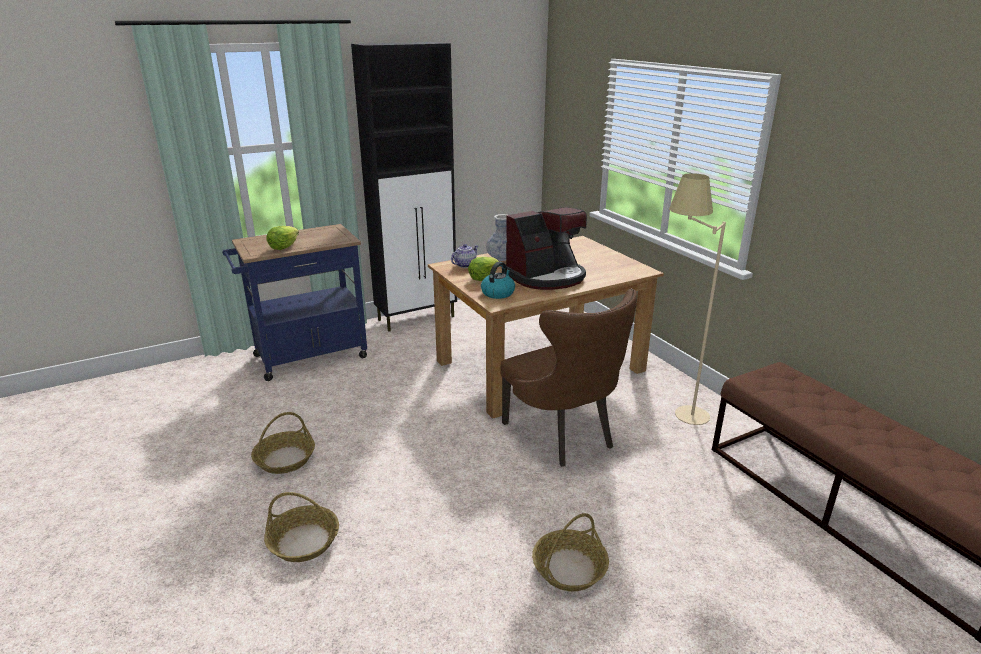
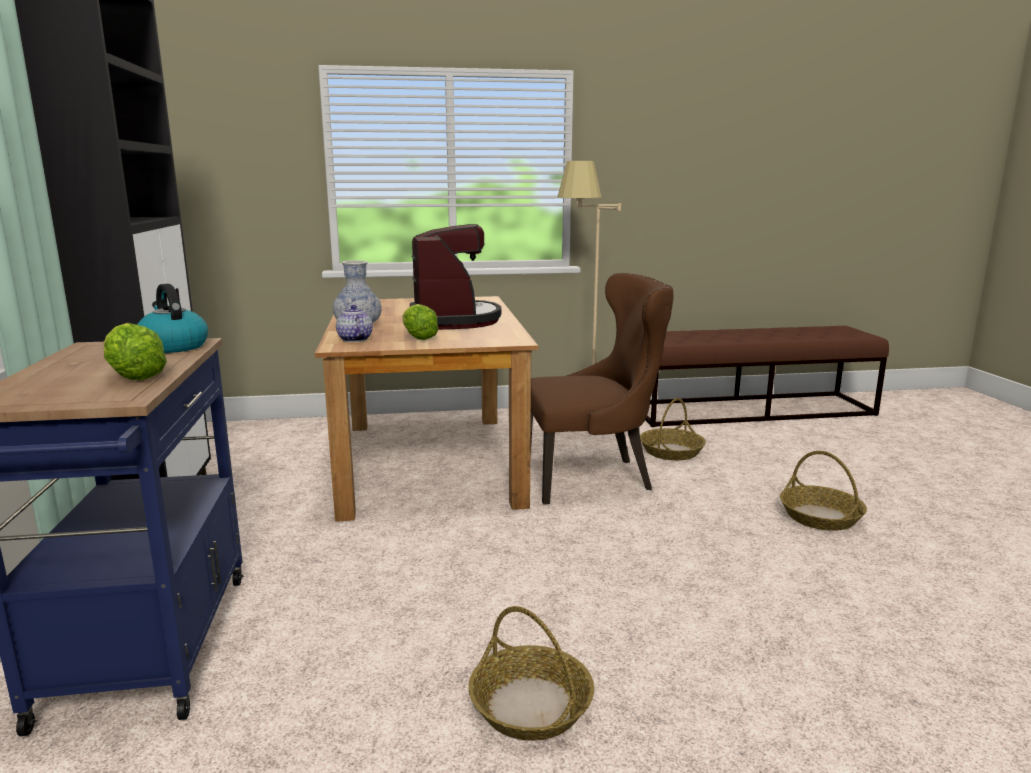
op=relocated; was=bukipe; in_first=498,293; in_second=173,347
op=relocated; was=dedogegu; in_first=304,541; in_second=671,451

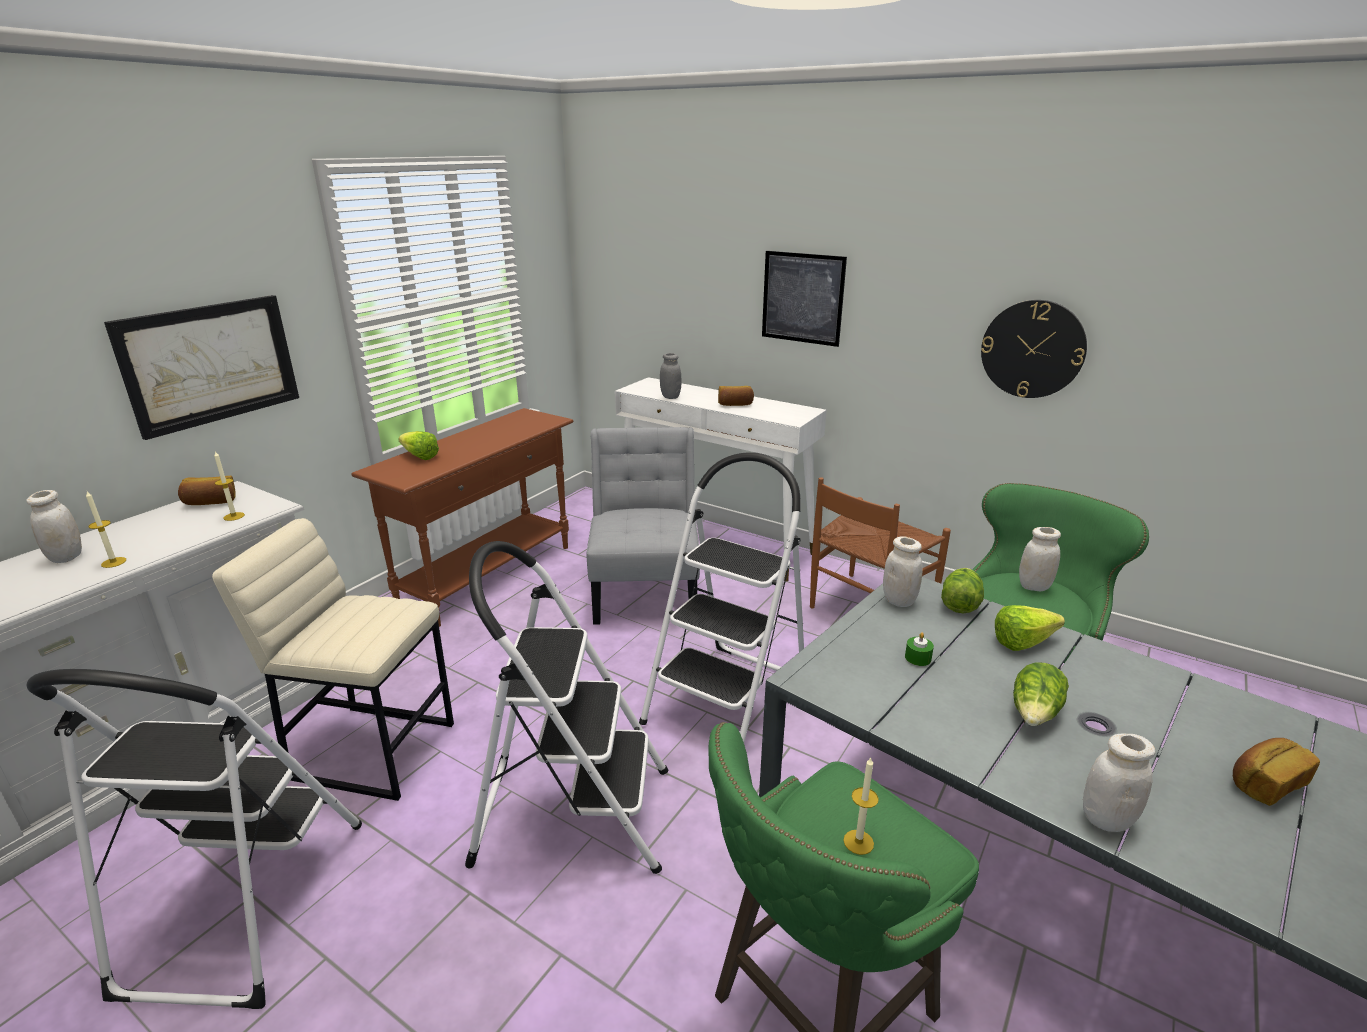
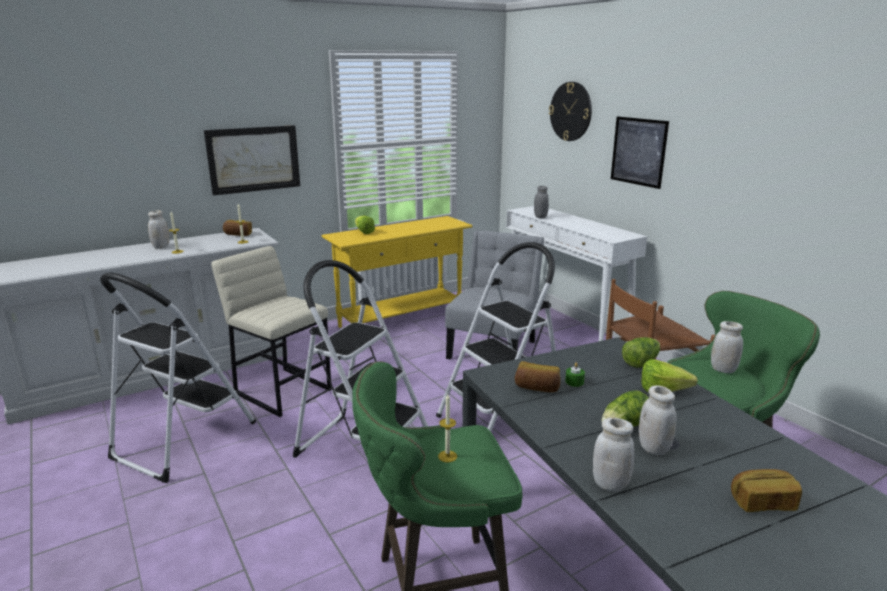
op=relocated; was=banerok; in_first=1032,349; in_second=571,111
op=relocated; was=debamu; in_first=735,404; in_second=537,388
op=colour; was=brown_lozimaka; now=yellow_lozimaka; in_first=488,576; in_second=401,320
op=relocated; was=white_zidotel; in_first=899,601; in_second=653,448

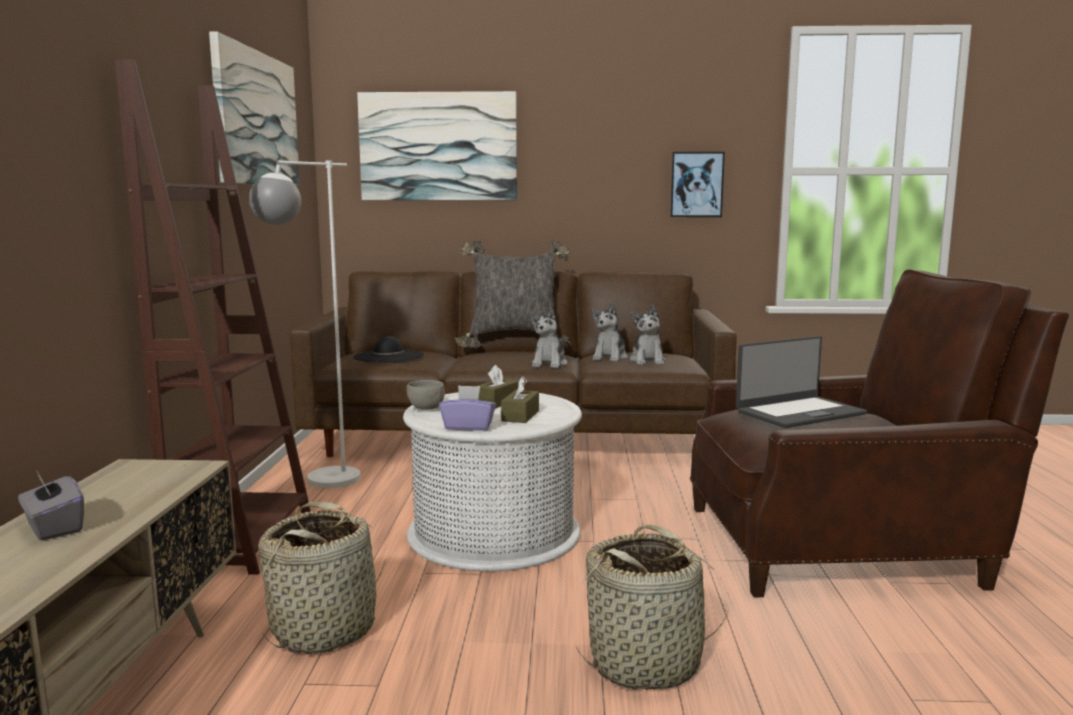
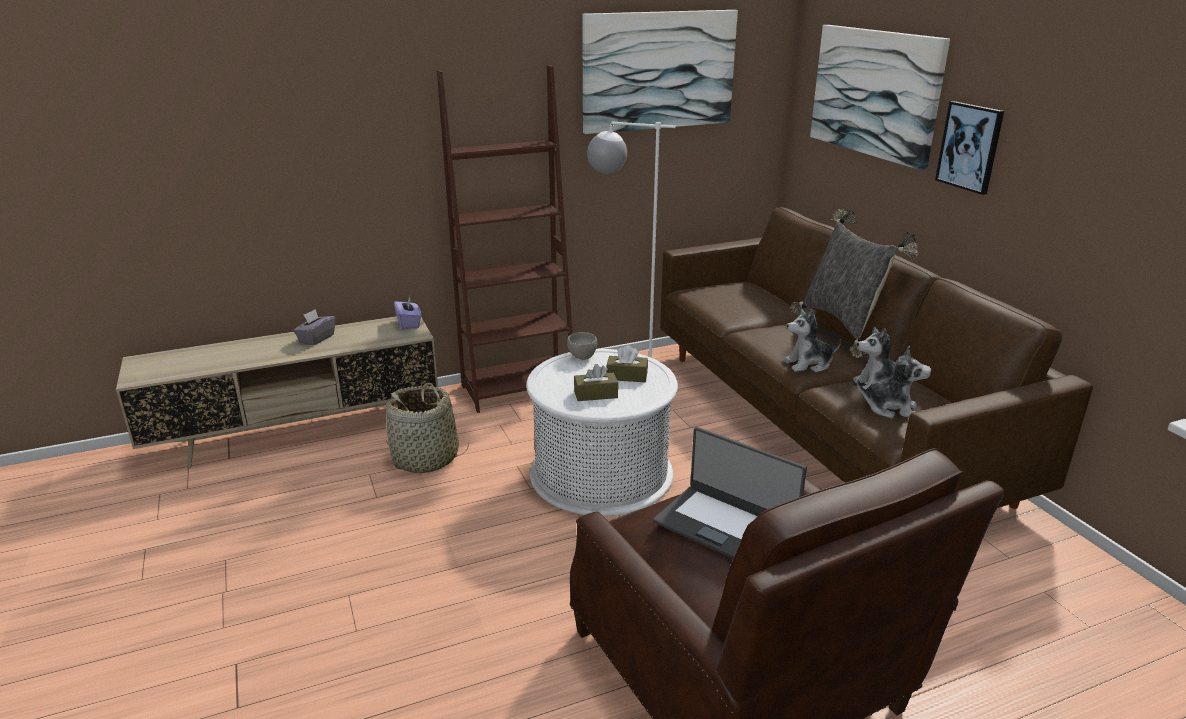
op=relocated; was=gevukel; in_first=696,184; in_second=970,147
op=spun; was=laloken; in_first=647,361; in_second=890,408; clockwise=-135
op=missing; was=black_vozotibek; in_first=389,356
op=relocated; was=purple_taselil; in_first=468,426; in_second=409,324
op=missing; was=dedogegu; in_first=646,663

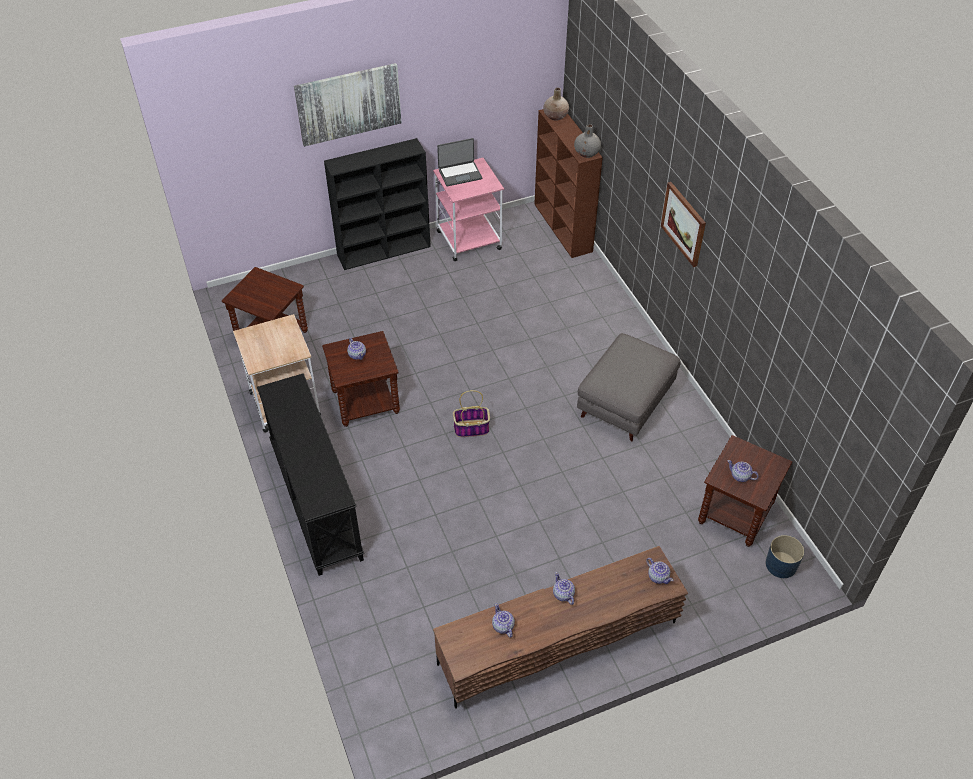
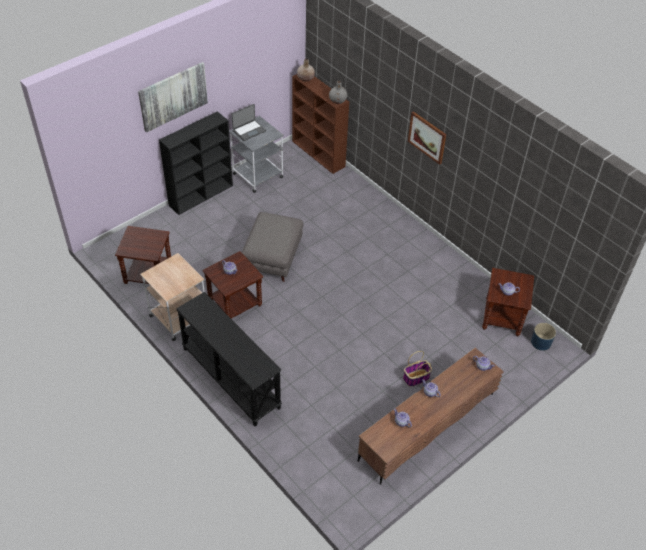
op=colour; was=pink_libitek; now=grey_libitek; in_first=470,240; in_second=258,175
op=relocated; was=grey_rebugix; in_first=625,403; in_second=273,258
op=relocated; was=dedogegu; in_first=471,429; in_second=416,378

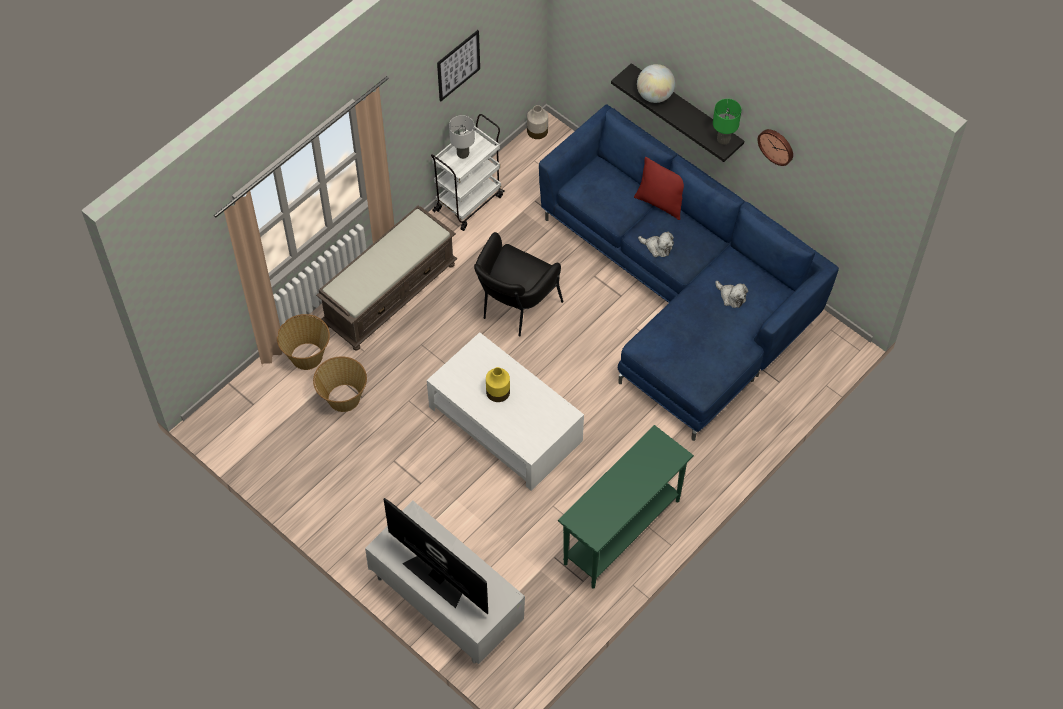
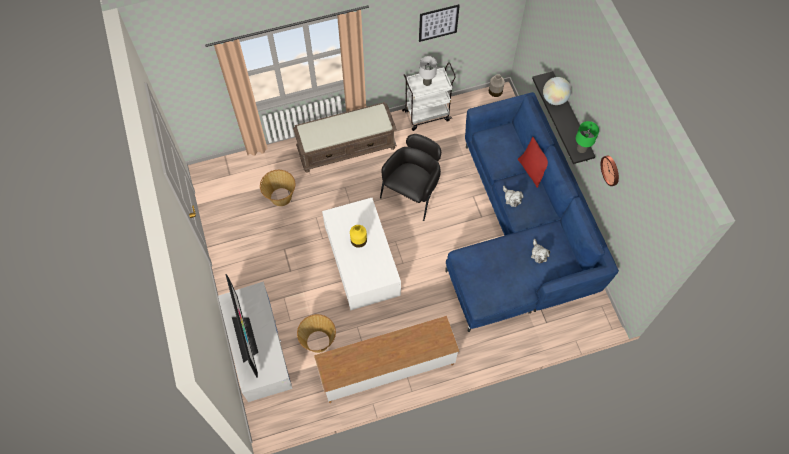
op=spun; was=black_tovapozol; in_first=514,309; in_second=412,193; clockwise=150
op=relocated; was=dedogegu; in_first=307,355; in_second=318,341
op=exchanged; was=green_lozimaka; now=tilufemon; in_first=622,533; in_second=387,367

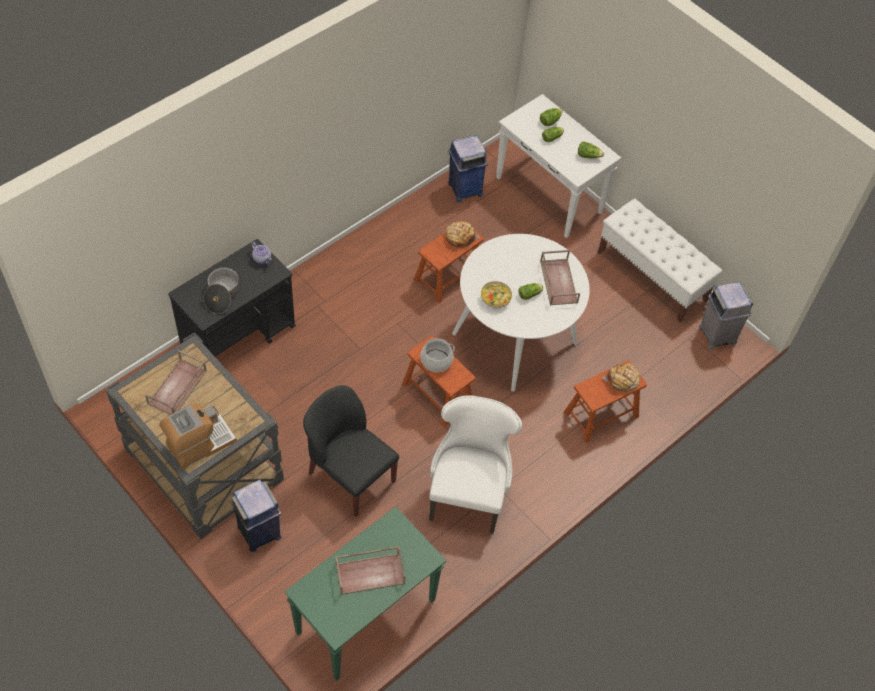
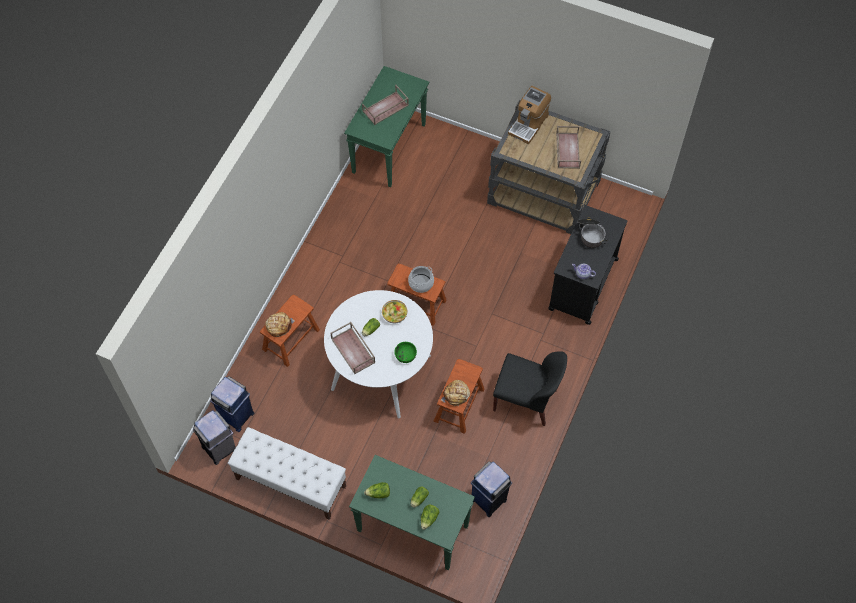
op=colour; was=white_lozimaka; now=green_lozimaka; in_first=549,196; in_second=411,528
op=relocated; was=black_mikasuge; in_first=350,476; in_second=526,400
op=missing; was=white_mikasuge; in_first=468,493
op=relocated; was=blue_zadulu; in_first=259,533; in_second=236,415
op=appeared; now=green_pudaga; in_second=405,355

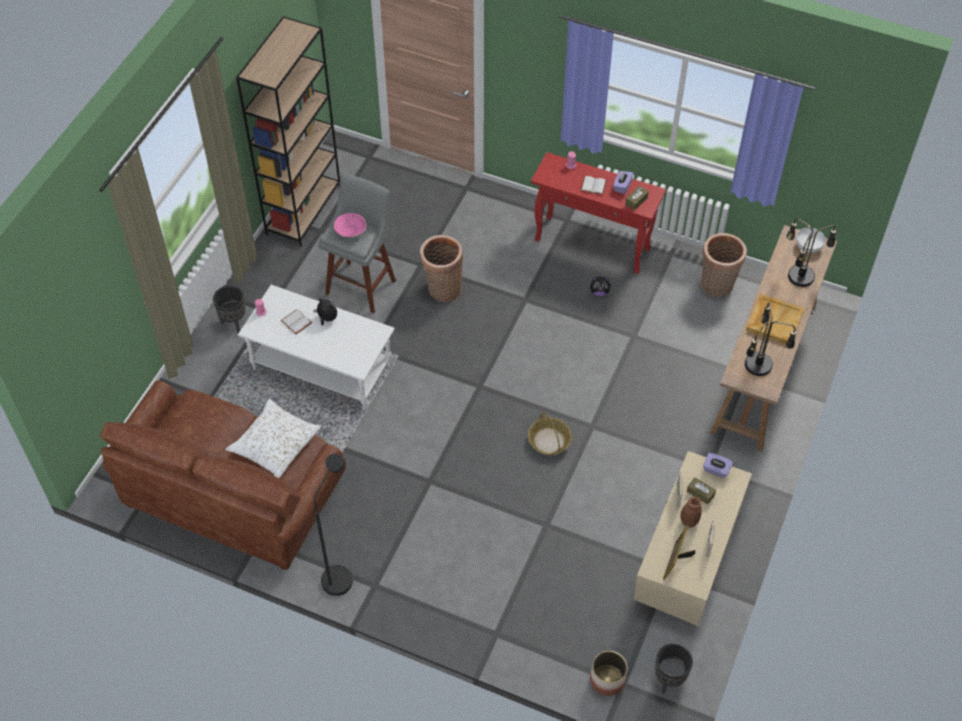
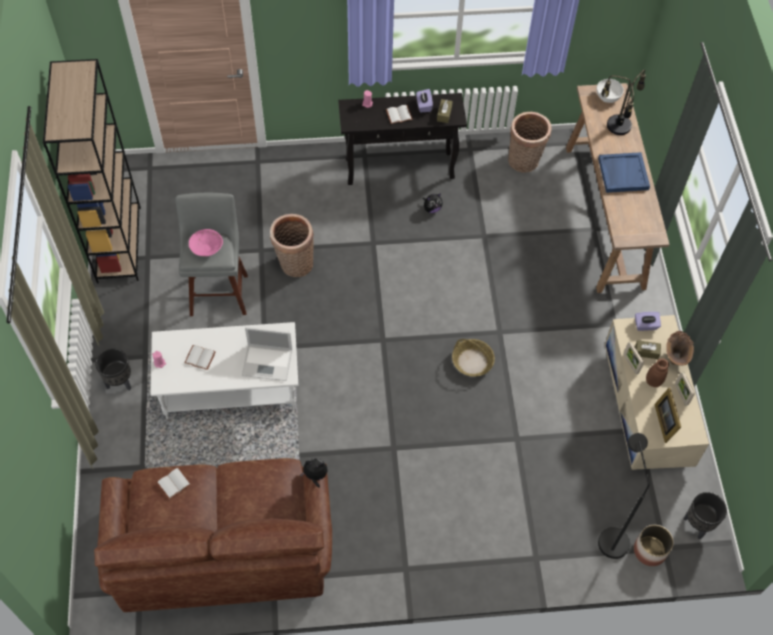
op=colour; was=red_lozimaka; now=black_lozimaka; in_first=593,245; in_second=400,168
op=colour; was=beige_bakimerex; now=blue_bakimerex; in_first=774,320; in_second=622,173
op=relocated; was=laloken; in_first=327,318; in_second=315,476
op=missing; was=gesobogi; in_first=759,365
op=missing; was=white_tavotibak; in_first=275,444
op=relocated; was=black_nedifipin; in_first=340,573; in_second=610,535
op=appeared; now=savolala; in_second=268,362
op=appeared; now=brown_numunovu; in_second=676,356
op=appeared; now=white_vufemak; in_second=173,482

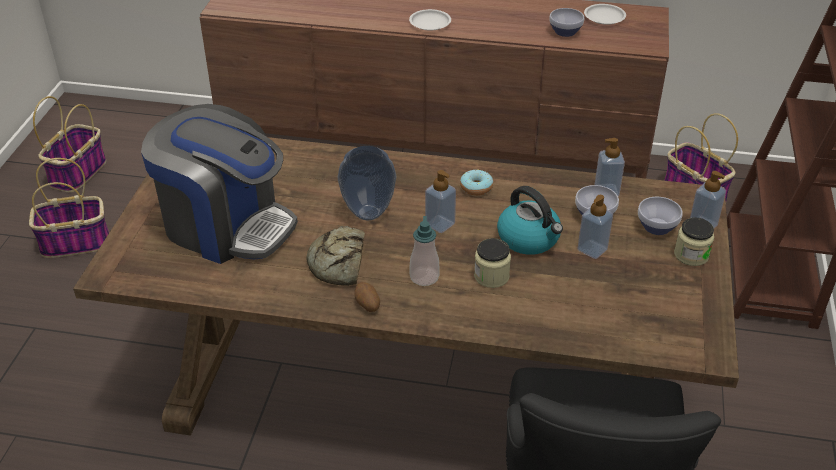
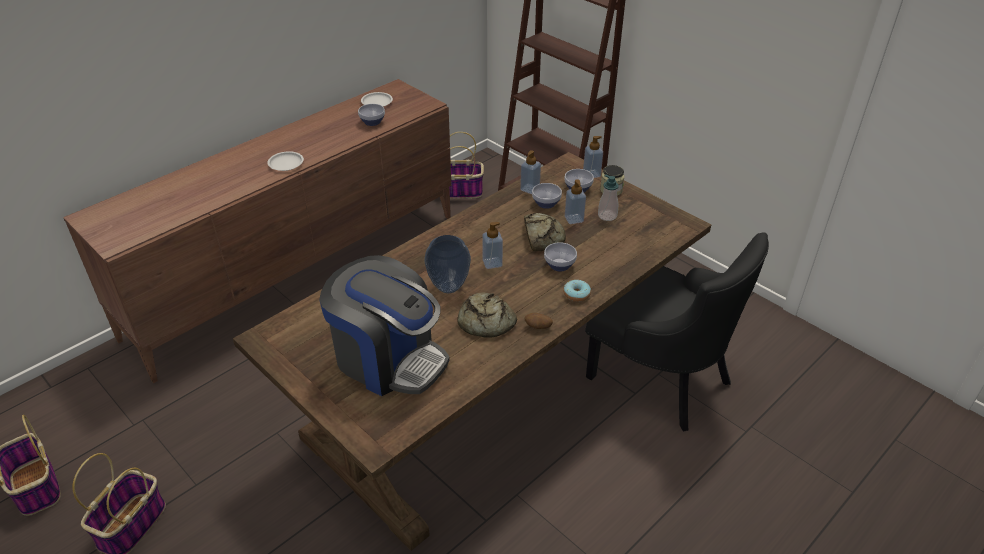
op=spun; was=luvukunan; in_first=226,226; in_second=388,359; clockwise=60
op=relocated; was=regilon; in_first=476,187; in_second=576,294
op=exchanged; was=bukipe; now=debamu; in_first=529,239; in_second=542,236
op=relocated; was=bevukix; in_first=424,277; in_second=607,216
op=exchanged; was=zidotel; now=pudaga; in_first=491,276; in_second=560,266

